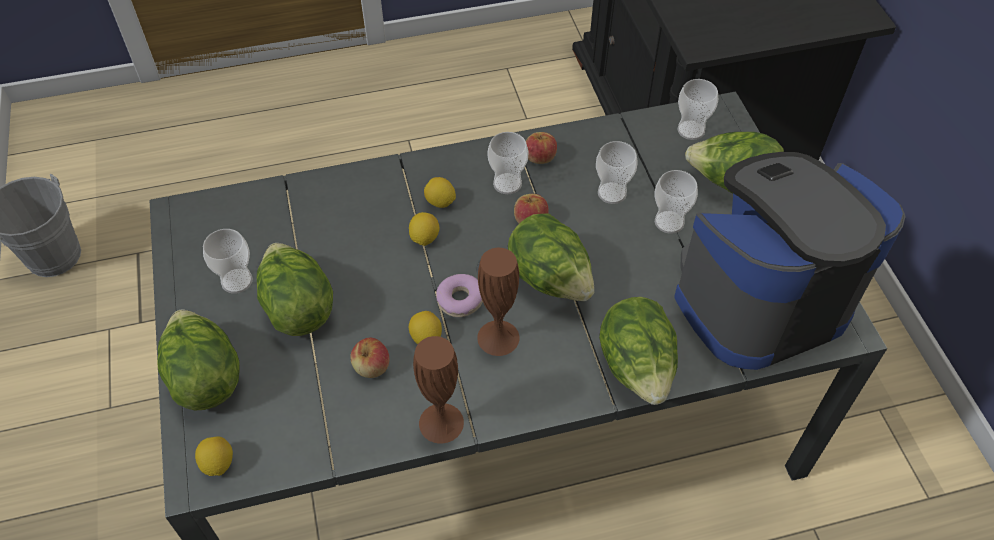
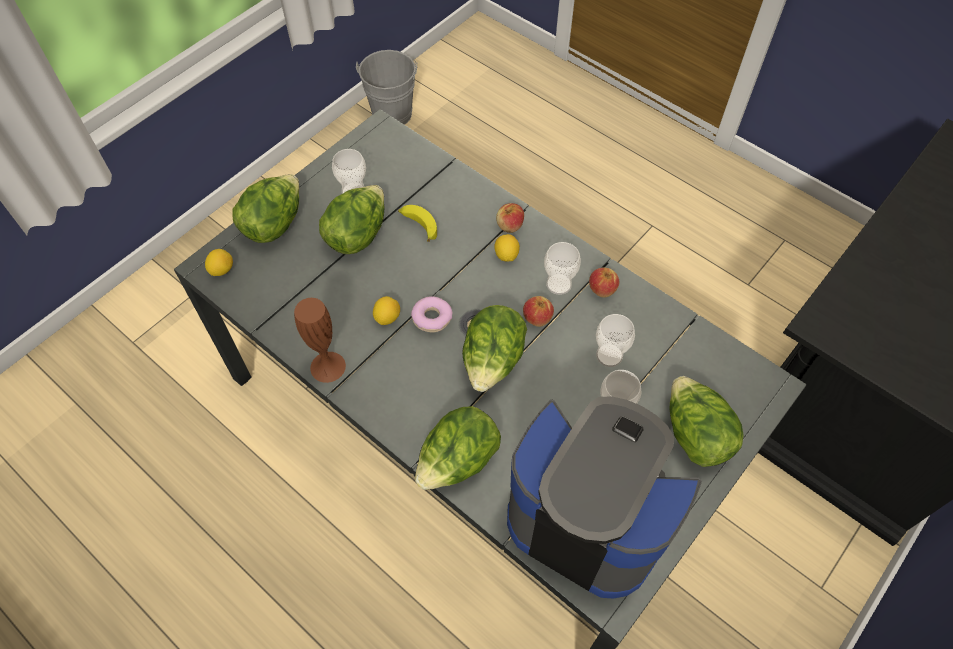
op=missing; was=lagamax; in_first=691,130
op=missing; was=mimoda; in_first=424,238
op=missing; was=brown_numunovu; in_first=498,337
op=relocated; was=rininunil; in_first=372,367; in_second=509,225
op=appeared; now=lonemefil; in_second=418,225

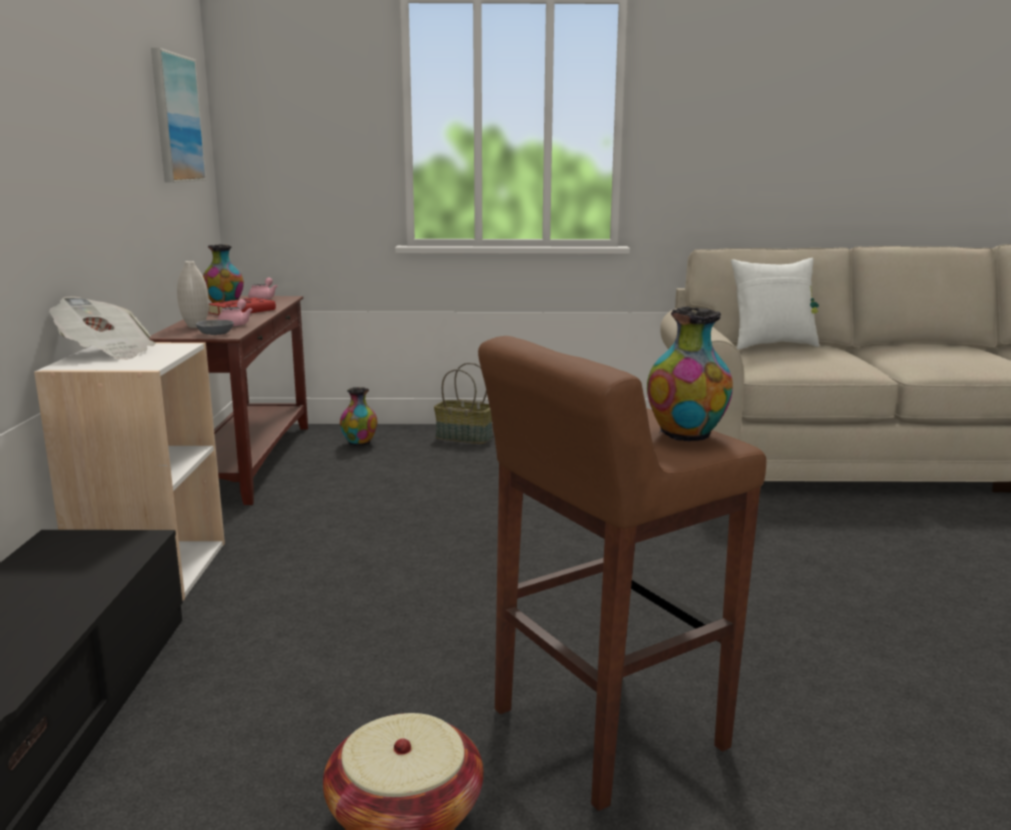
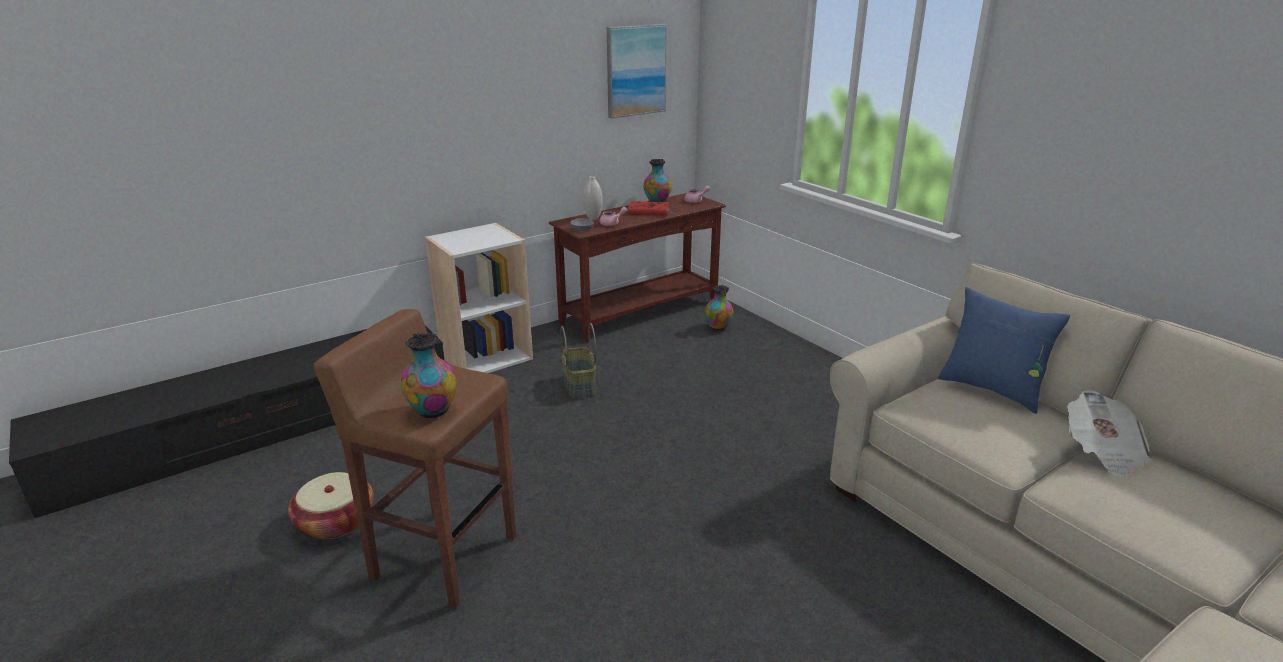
op=colour; was=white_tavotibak; now=blue_tavotibak; in_first=771,346; in_second=990,390
op=relocated; was=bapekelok; in_first=106,352; in_second=1102,452
op=relocated; was=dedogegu; in_first=463,438; in_second=578,385

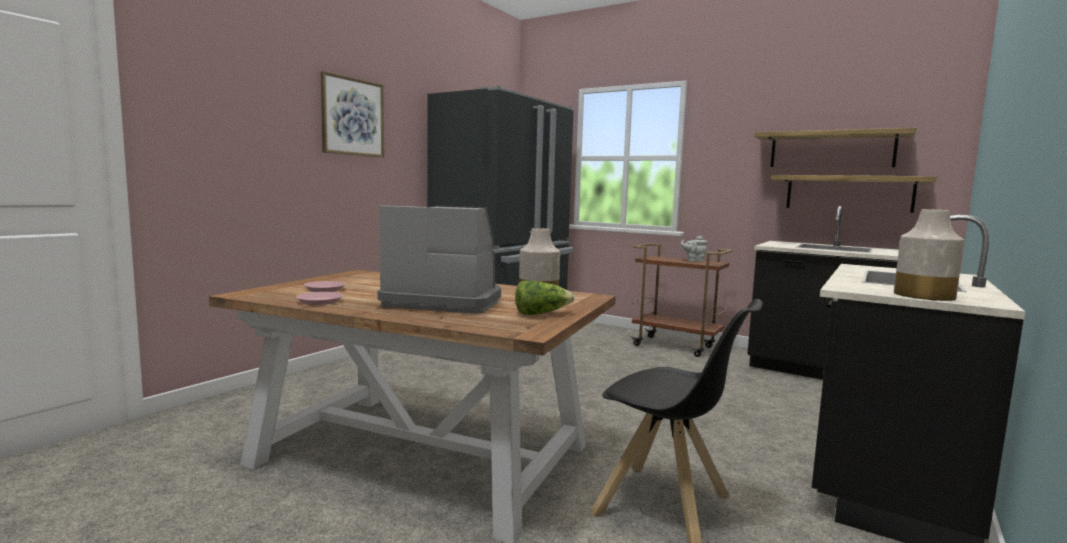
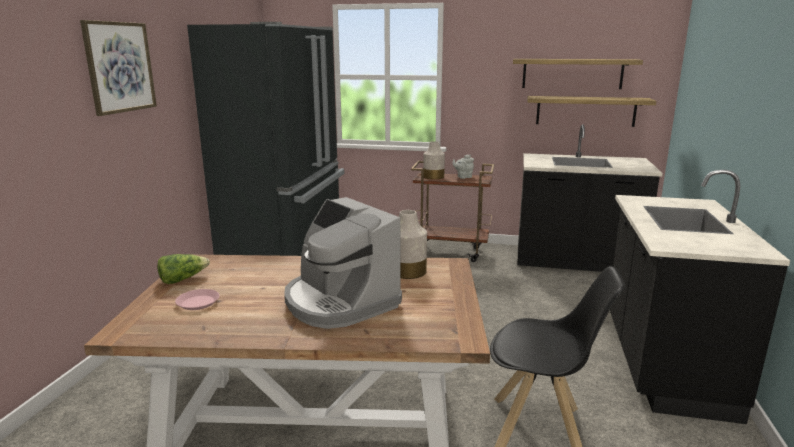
op=spun; was=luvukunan; in_first=444,301; in_second=339,302; clockwise=-120
op=relocated; was=beige_numunovu; in_first=924,295; in_second=434,176
op=relocated; was=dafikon; in_first=541,314; in_second=183,279
op=missing; was=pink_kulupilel; in_first=319,301

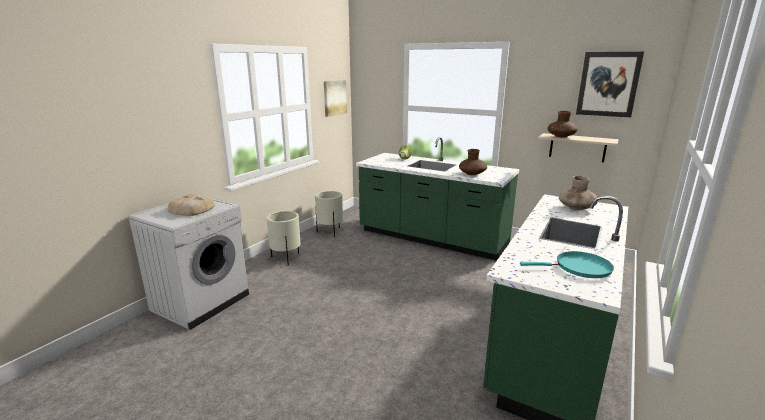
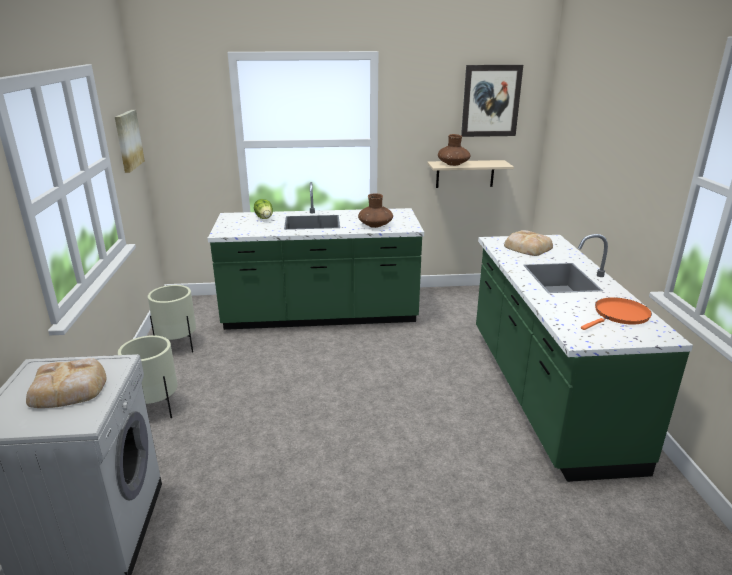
op=exchanged; was=brown_numunovu; now=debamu; in_first=576,208; in_second=527,247
op=colour; was=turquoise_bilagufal; now=orange_bilagufal; in_first=579,268; in_second=619,315

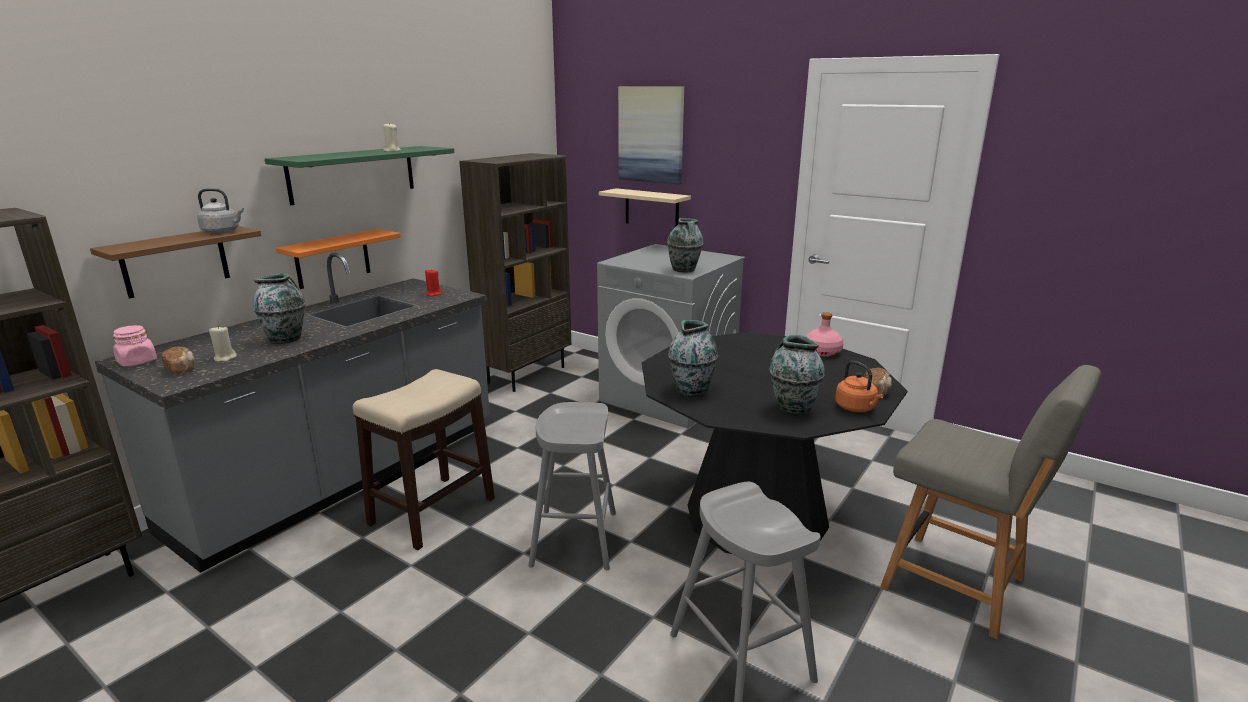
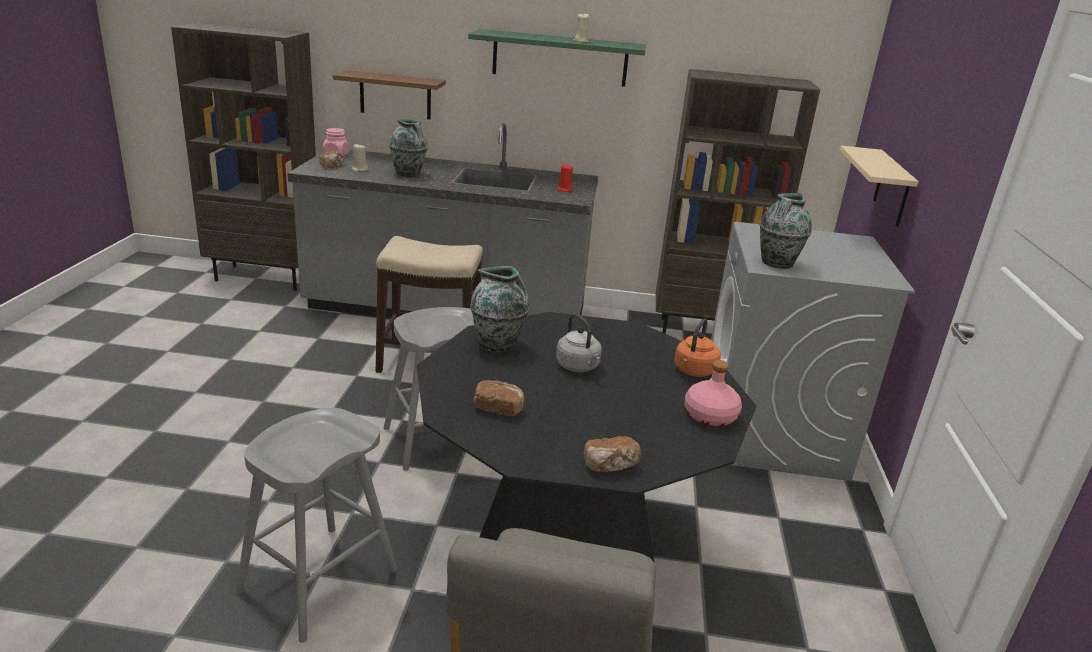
op=missing; was=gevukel; in_first=651,134
op=relocated; was=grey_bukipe; in_first=223,232; in_second=579,367
op=missing; was=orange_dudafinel; in_first=332,259
op=exchanged; was=numunovu; now=debamu; in_first=792,408; in_second=498,408
op=relocated; was=orange_bukipe; in_first=857,408; in_second=694,371

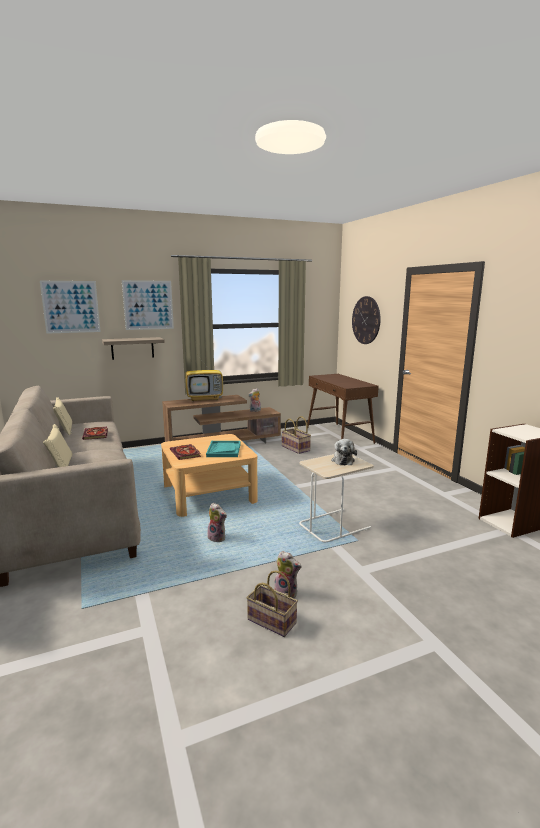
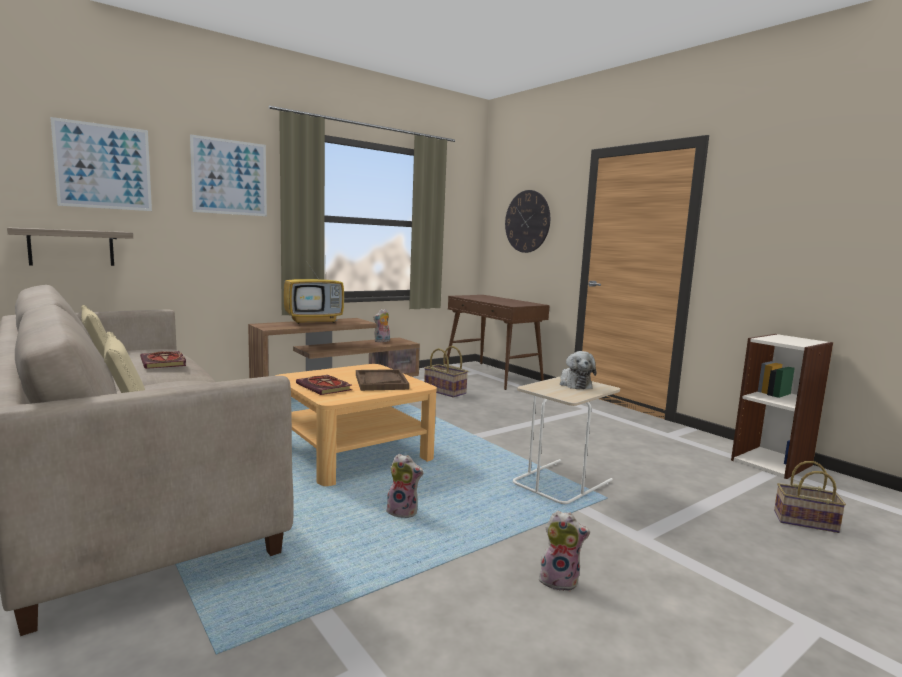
op=relocated; was=dudafinel; in_first=132,348; in_second=71,247
op=colour; was=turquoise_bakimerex; now=brown_bakimerex; in_first=224,450; in_second=381,382
op=relocated; was=dedogegu; in_first=270,621; in_second=804,522

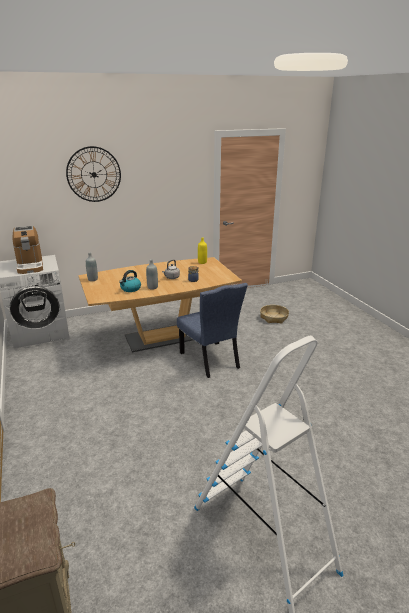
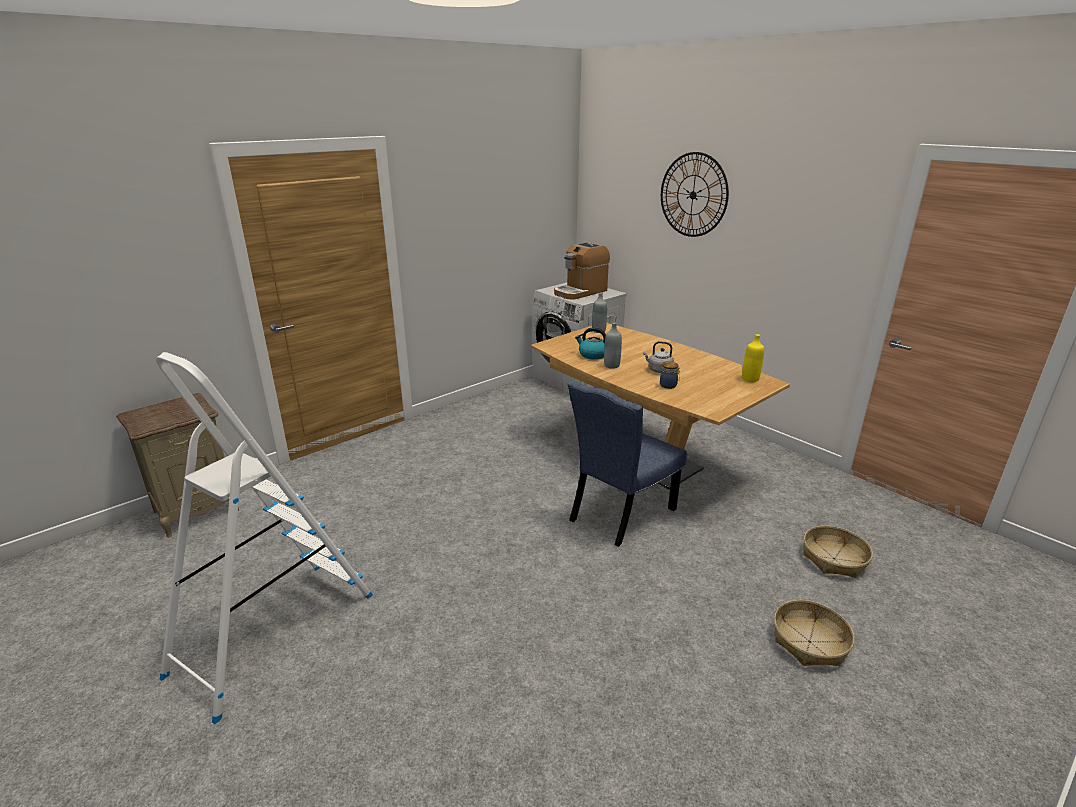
op=appeared; now=dedogegu; in_second=809,642

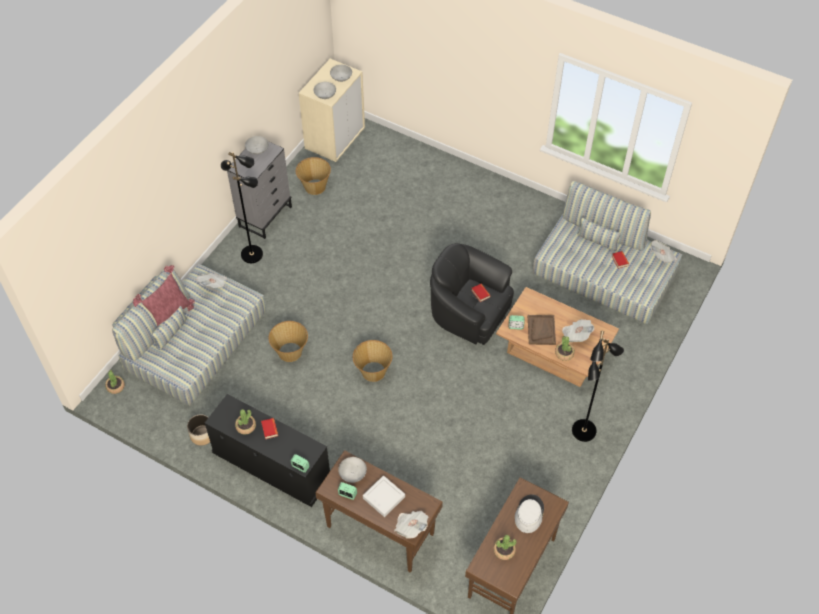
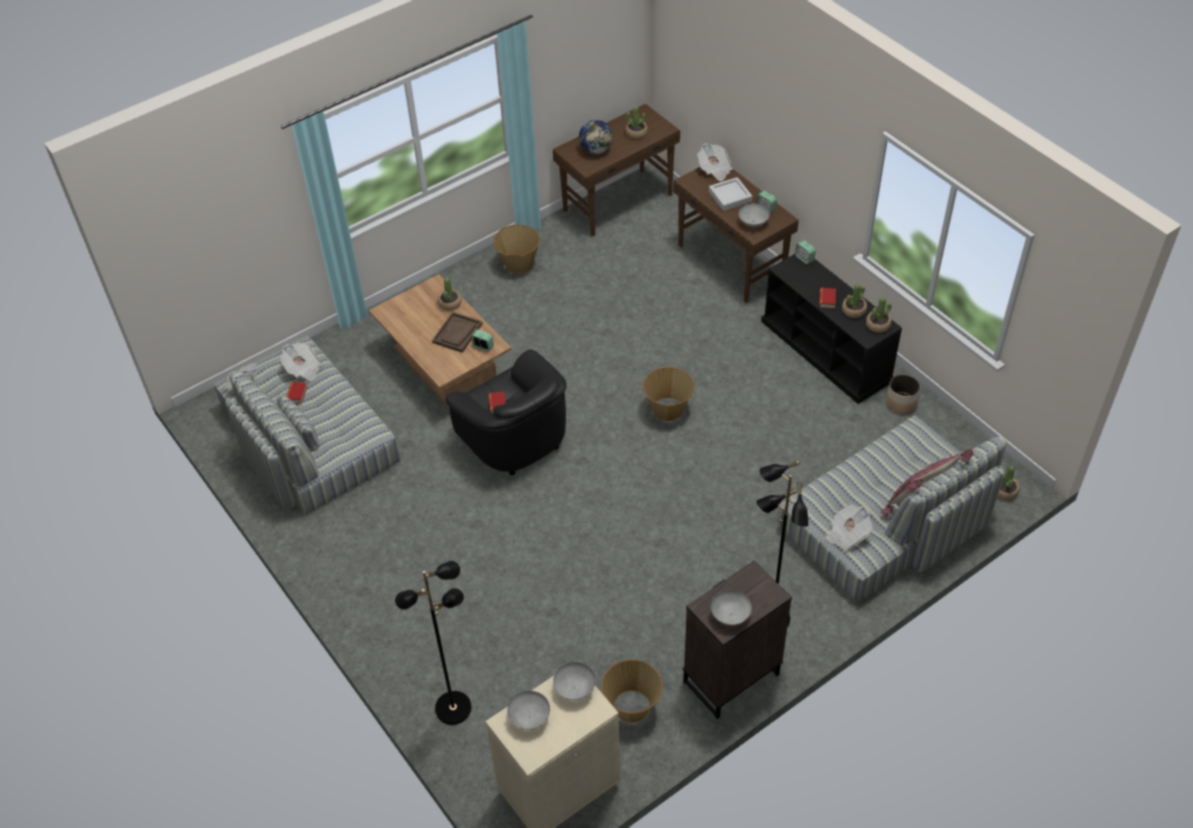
op=colour; was=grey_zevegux; now=brown_zevegux; in_first=265,216; in_second=730,678
op=relocated; was=bapekelok; in_first=576,335; in_second=303,369
op=relocated; was=dedogegu; in_first=290,352; in_second=518,264
op=relocated; was=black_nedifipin; in_first=584,431; in_second=453,707
op=exchanged; was=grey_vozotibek; now=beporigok; in_first=529,514; in_second=596,150
op=appeared; now=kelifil; in_second=878,325

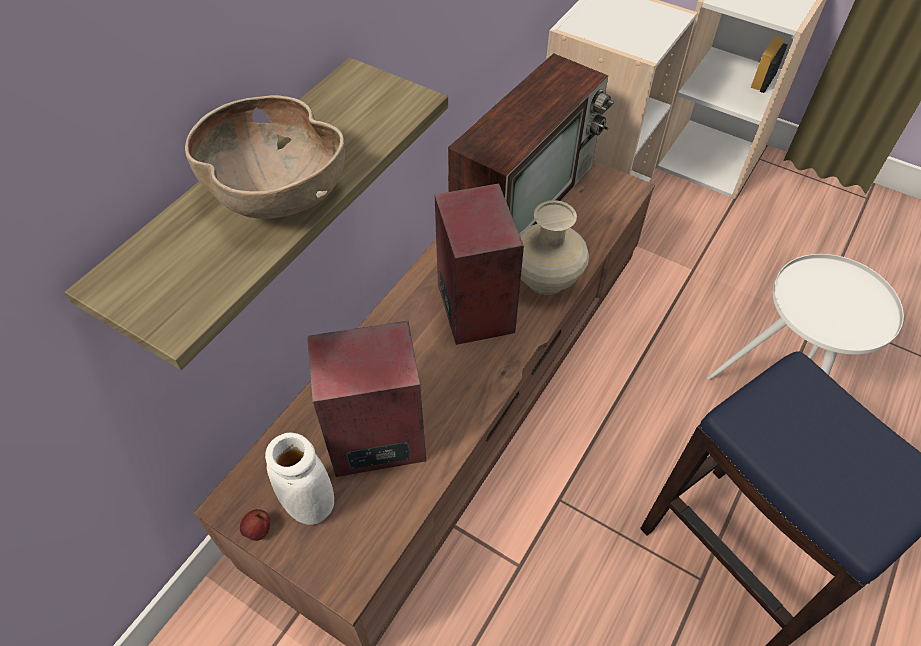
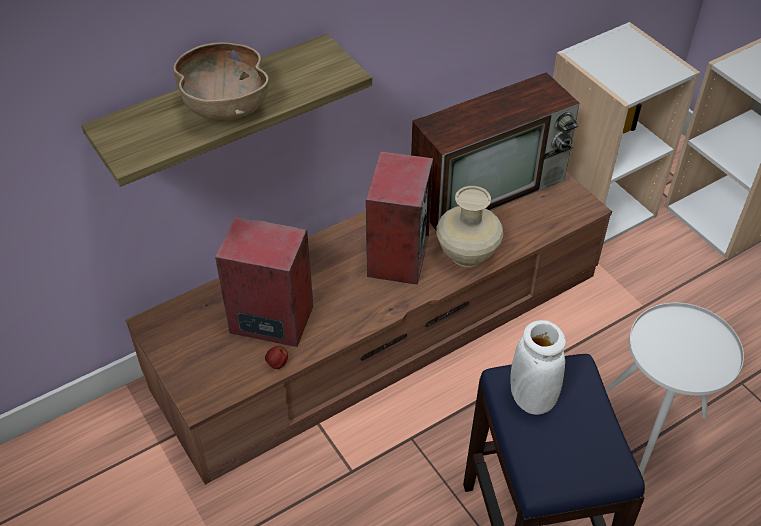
op=relocated; was=white_numunovu; in_first=309,503; in_second=532,397
op=relocated; was=rininunil; in_first=258,531; in_second=277,364

